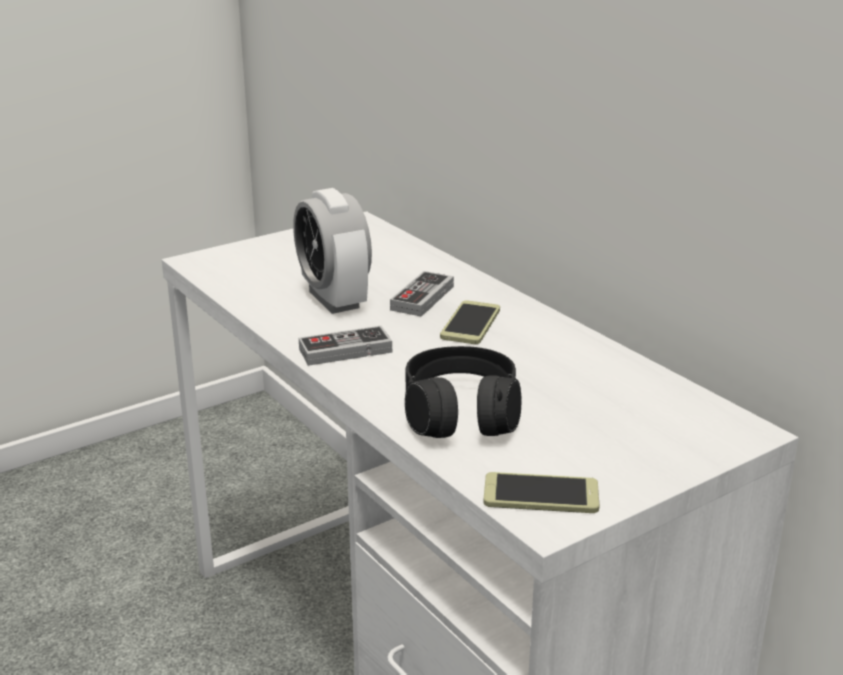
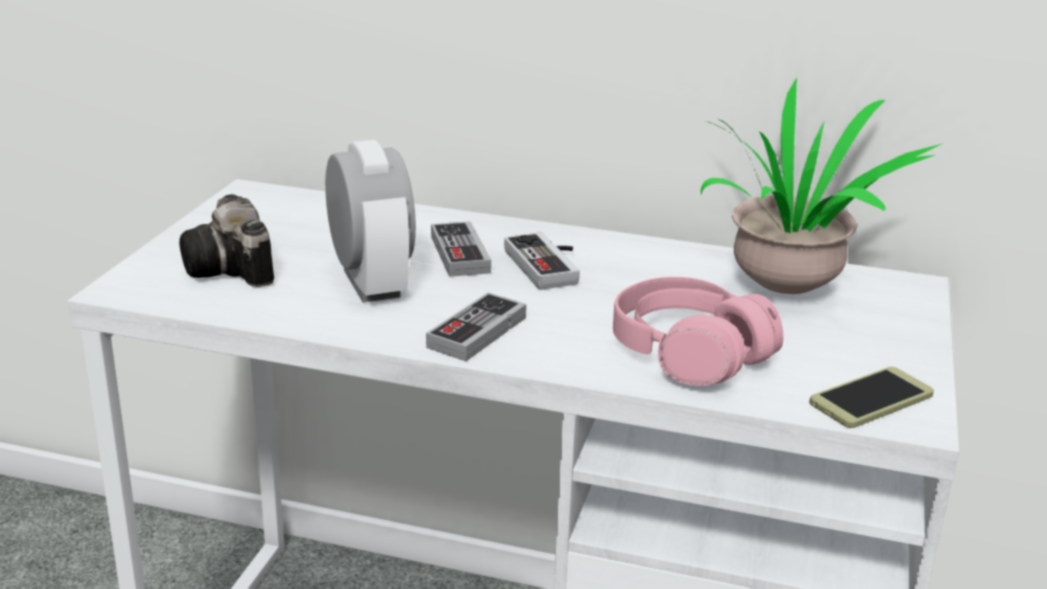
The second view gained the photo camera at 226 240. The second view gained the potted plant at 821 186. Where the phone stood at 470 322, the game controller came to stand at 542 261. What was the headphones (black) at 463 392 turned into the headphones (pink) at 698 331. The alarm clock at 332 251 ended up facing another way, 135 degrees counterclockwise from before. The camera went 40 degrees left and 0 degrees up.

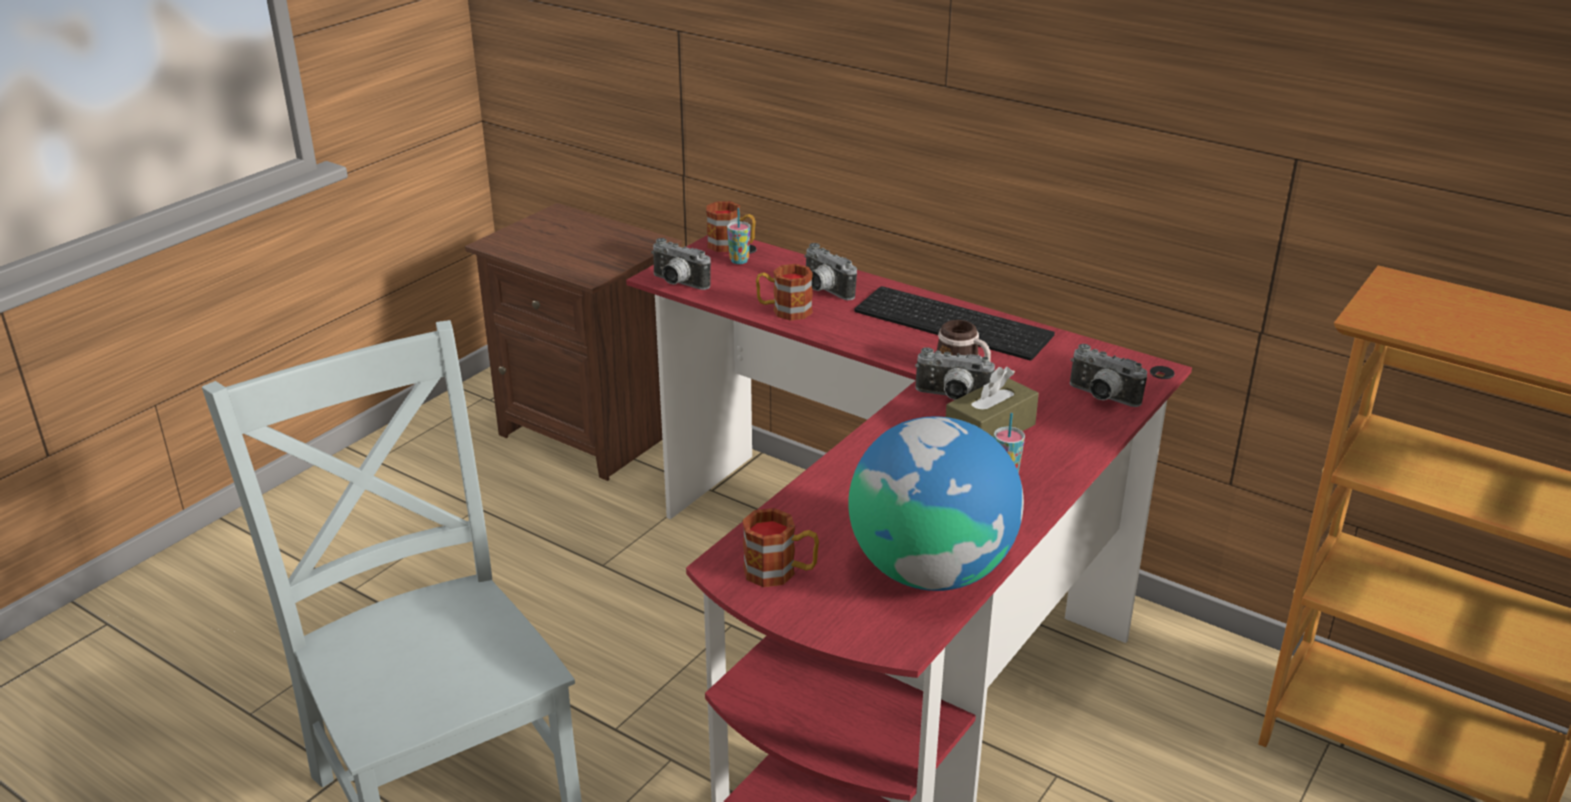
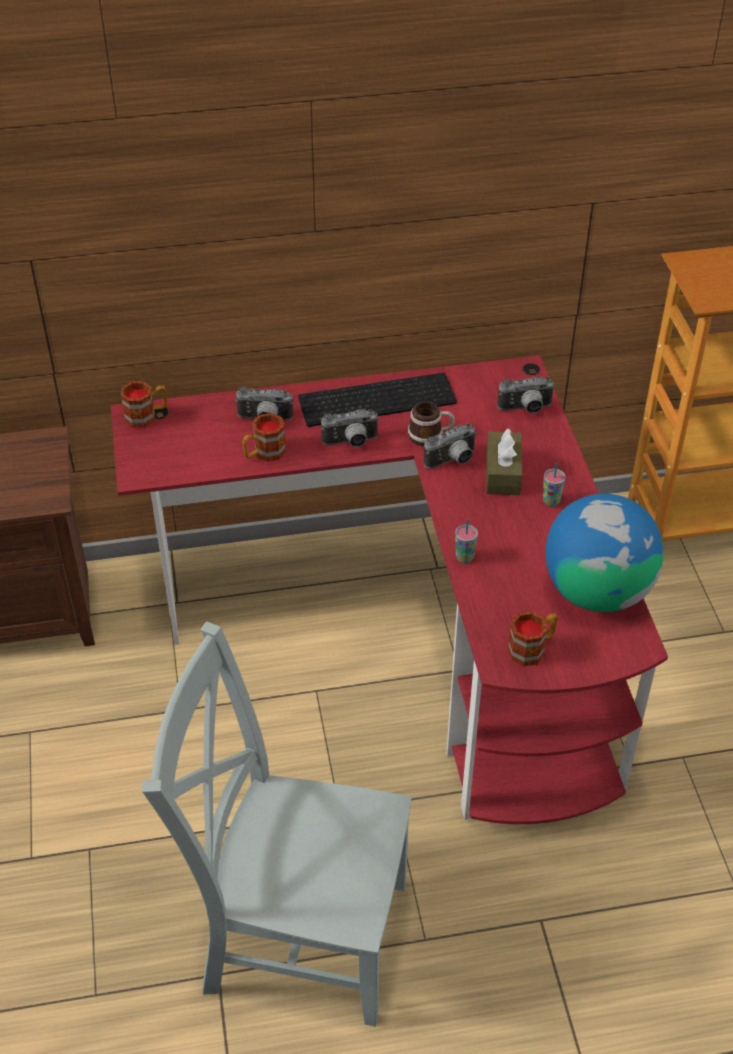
The photo camera ended up elsewhere, having gone from 681 264 to 350 428. The cup ended up elsewhere, having gone from 739 236 to 466 541. The camera went 45 degrees left and 15 degrees up.

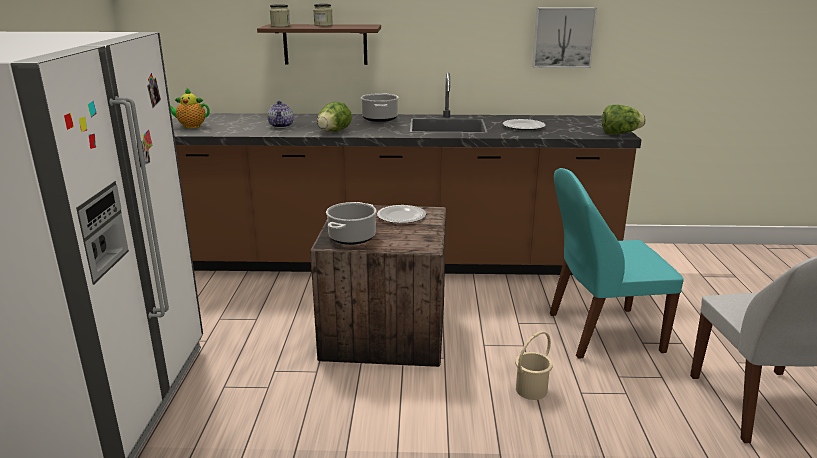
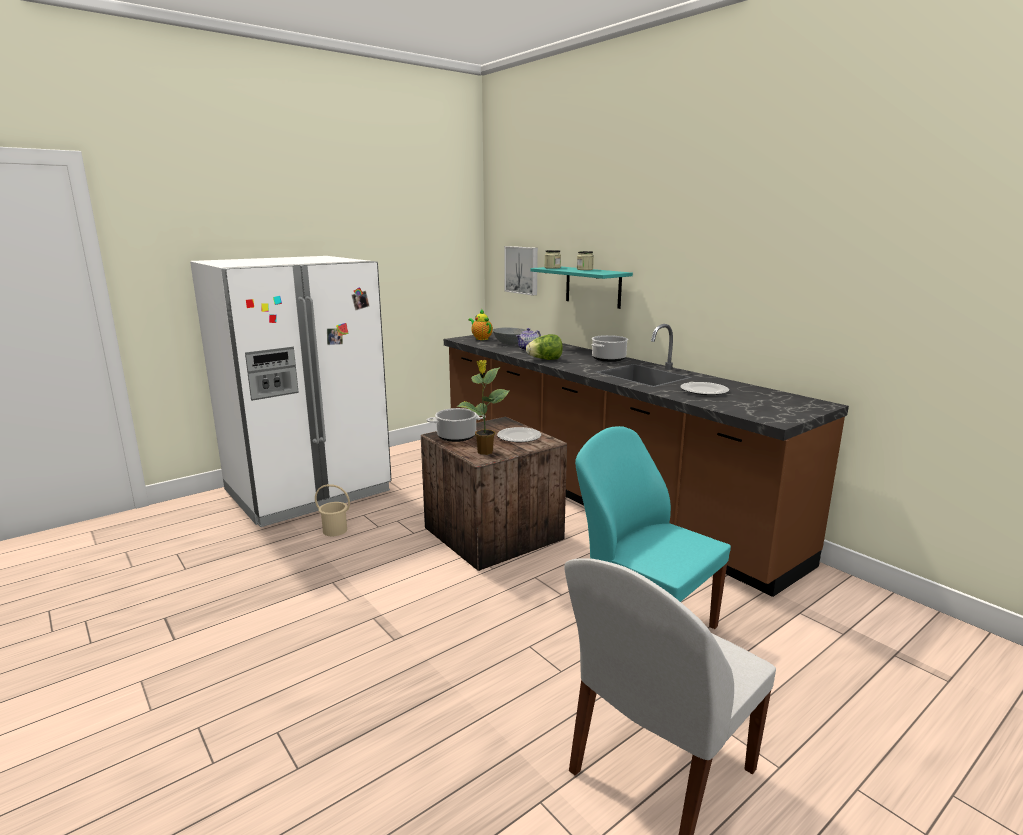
The second view lost the lettuce at 624 119. The second view gained the potted plant at 483 407. The second view gained the bowl (grey) at 510 335. The bucket (beige) ended up elsewhere, having gone from 534 365 to 332 510. The picture ended up elsewhere, having gone from 564 37 to 521 270. What was the shelf (brown) at 319 44 turned into the shelf (turquoise) at 581 288. The camera went 50 degrees right and 5 degrees down.

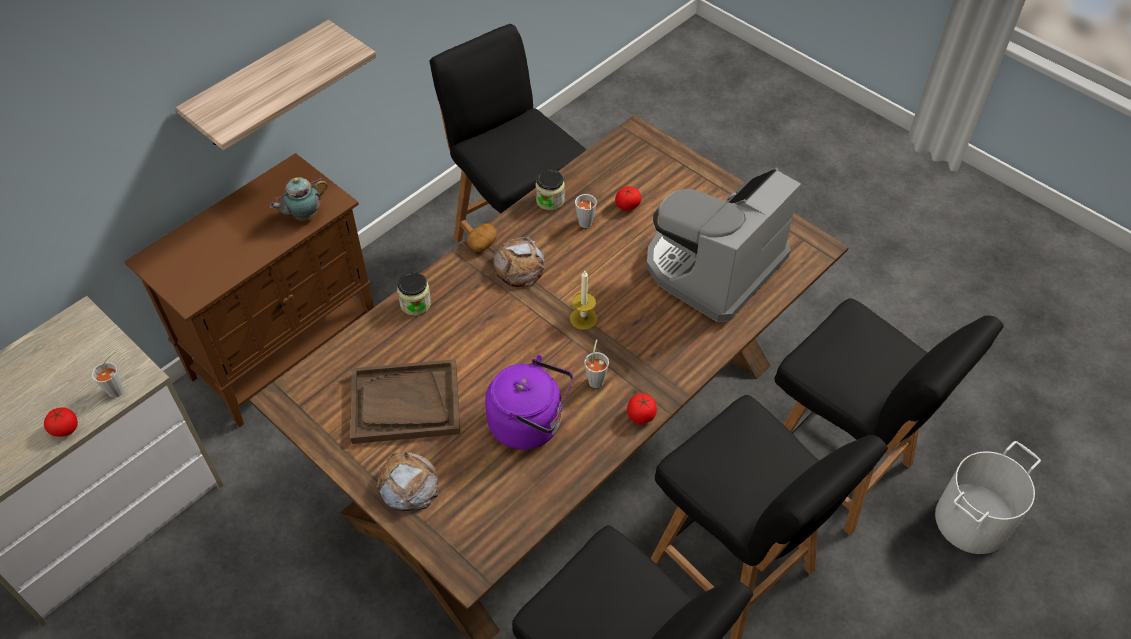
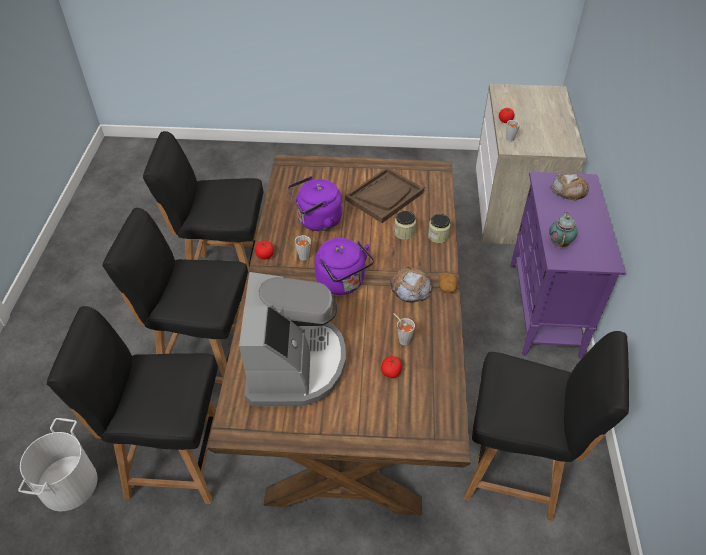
The second view lost the shelf at 276 85. The bread ended up elsewhere, having gone from 407 481 to 569 187. The jar ended up elsewhere, having gone from 550 190 to 405 225. Where the candle stood at 584 300, the kettle (purple) came to stand at 344 266. What was the cabinet (brown) at 249 290 turned into the cabinet (purple) at 568 265. The camera went 140 degrees right and 5 degrees down.

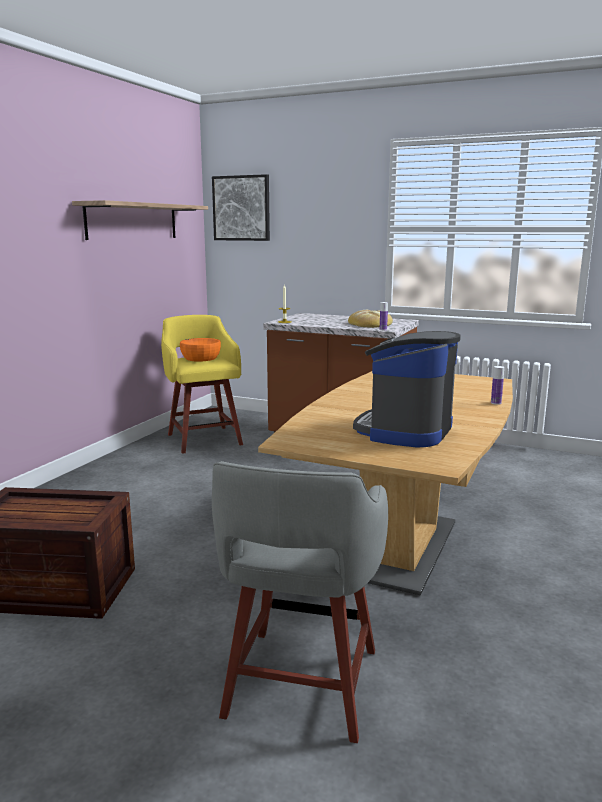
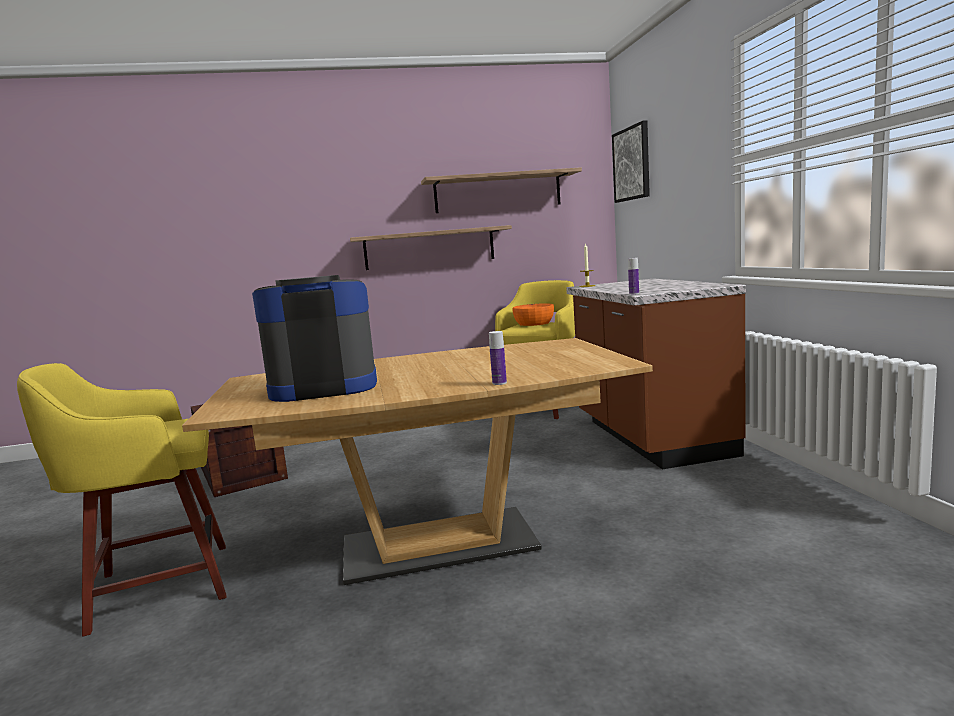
The second view lost the bread at 370 319. The second view gained the shelf at 431 247. What was the stool (grey) at 300 602 turned into the stool (yellow) at 121 500. The camera went 55 degrees right and 5 degrees down.

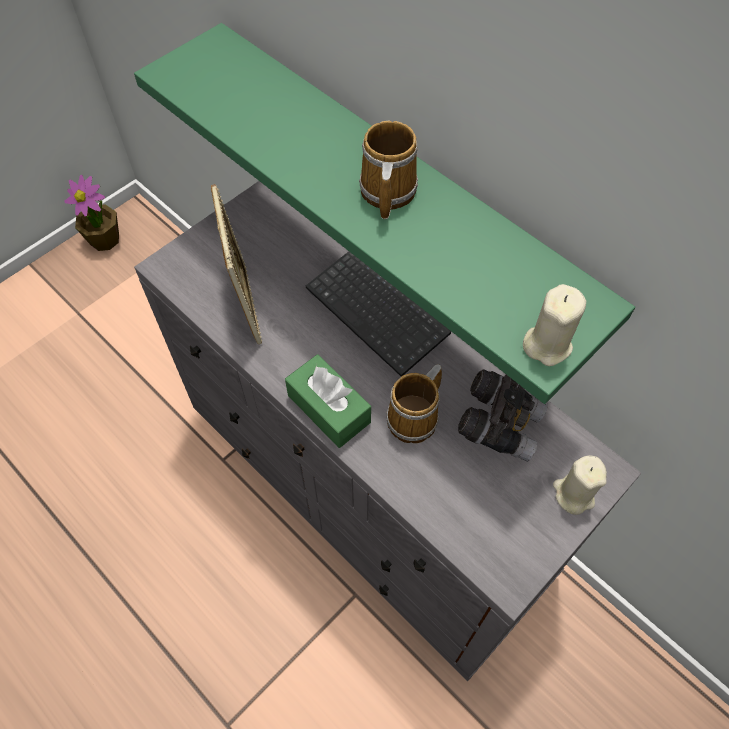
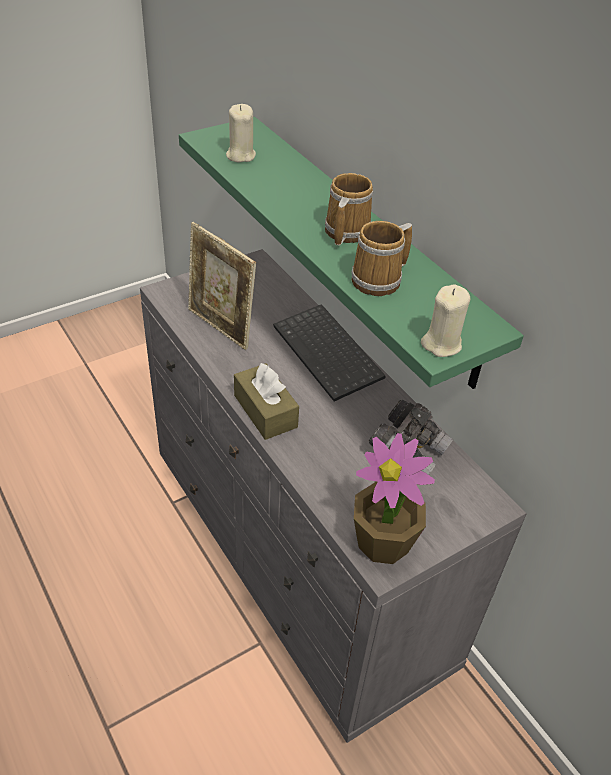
The potted plant ended up elsewhere, having gone from 92 213 to 394 498. The mug ended up elsewhere, having gone from 414 403 to 381 258. The candle (beige) ended up elsewhere, having gone from 580 485 to 241 133. What was the tissue box (green) at 328 401 turned into the tissue box (brown) at 266 401. The picture frame at 237 264 ended up facing another way, 135 degrees clockwise from before. The camera went 10 degrees right and 15 degrees down.

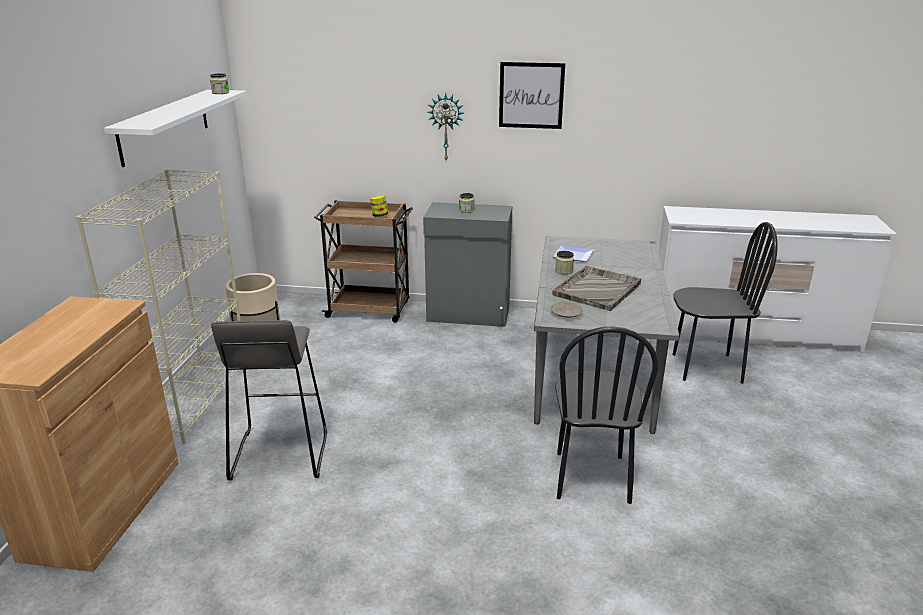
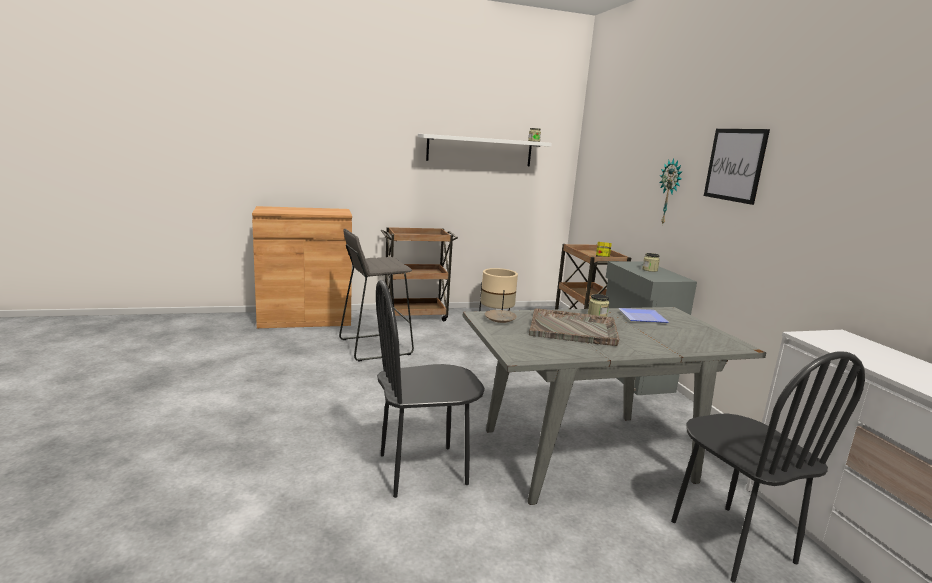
Where the bookcase (beige) stood at 158 306, the cart (brown) came to stand at 419 274. The camera went 65 degrees right and 10 degrees down.

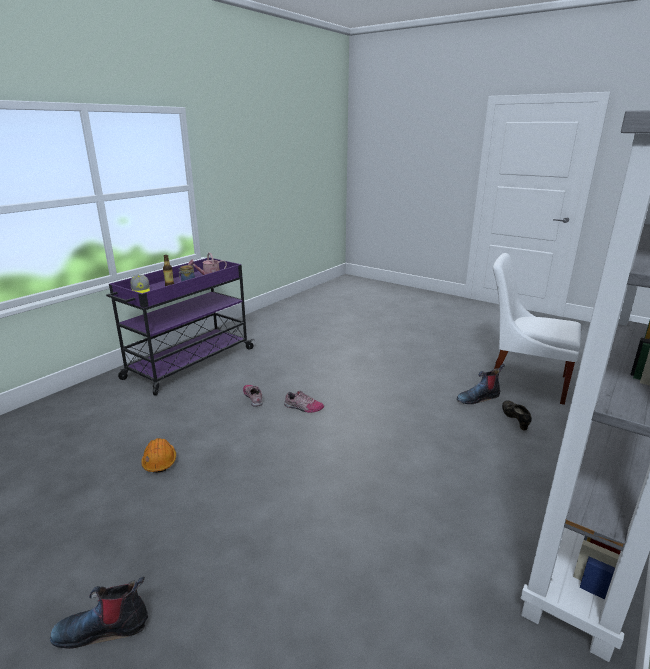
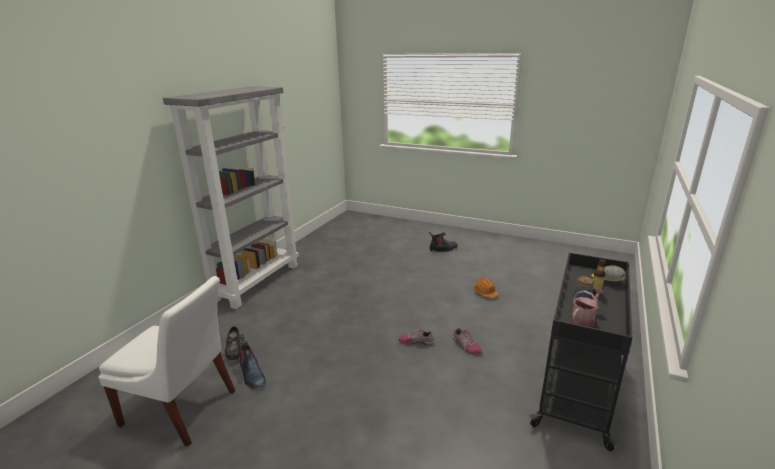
What was the cart (purple) at 180 326 turned into the cart (black) at 580 352. The boot at 481 384 ended up facing another way, 90 degrees clockwise from before. The camera went 170 degrees right and 0 degrees up.

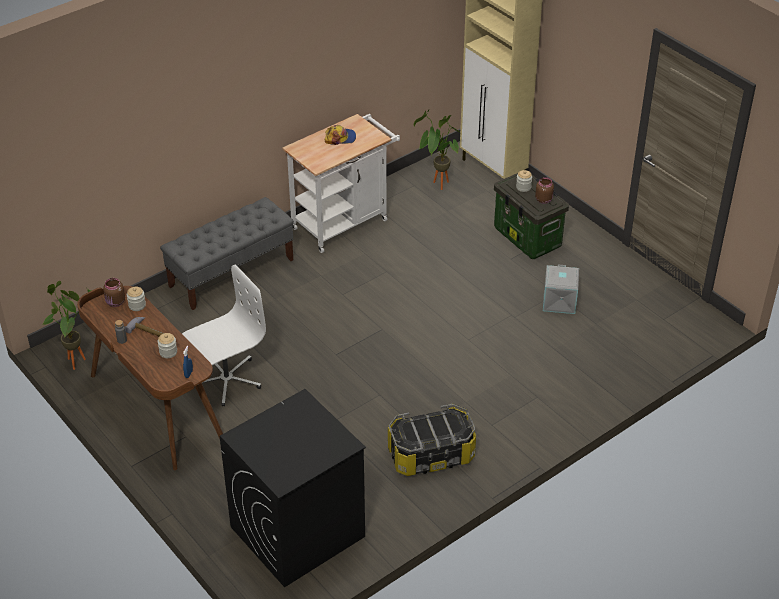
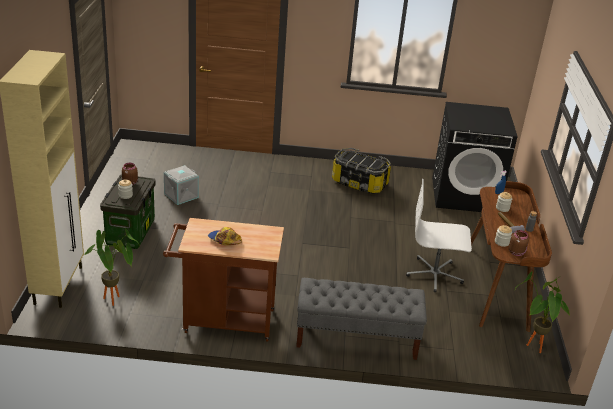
What was the cart (white) at 341 183 turned into the cart (brown) at 223 280. The camera went 140 degrees left and 10 degrees down.

